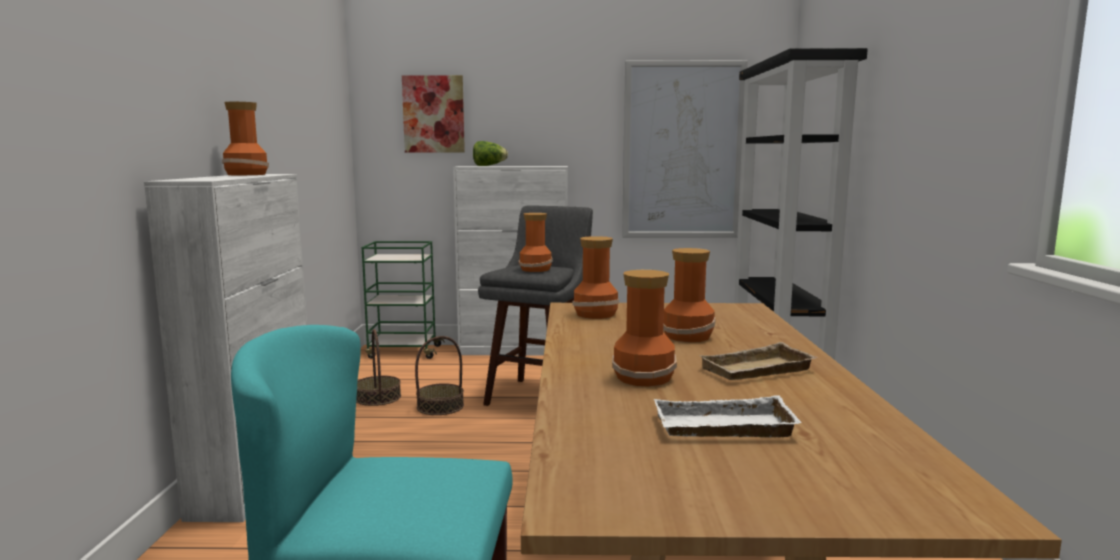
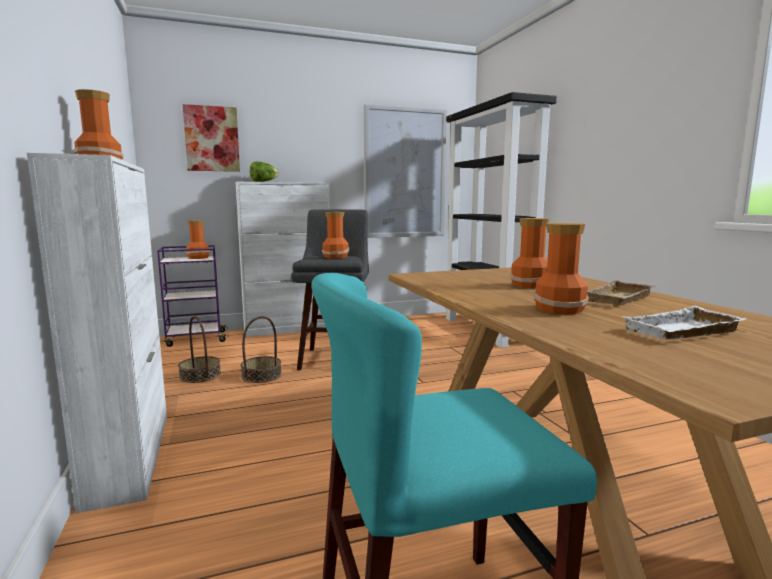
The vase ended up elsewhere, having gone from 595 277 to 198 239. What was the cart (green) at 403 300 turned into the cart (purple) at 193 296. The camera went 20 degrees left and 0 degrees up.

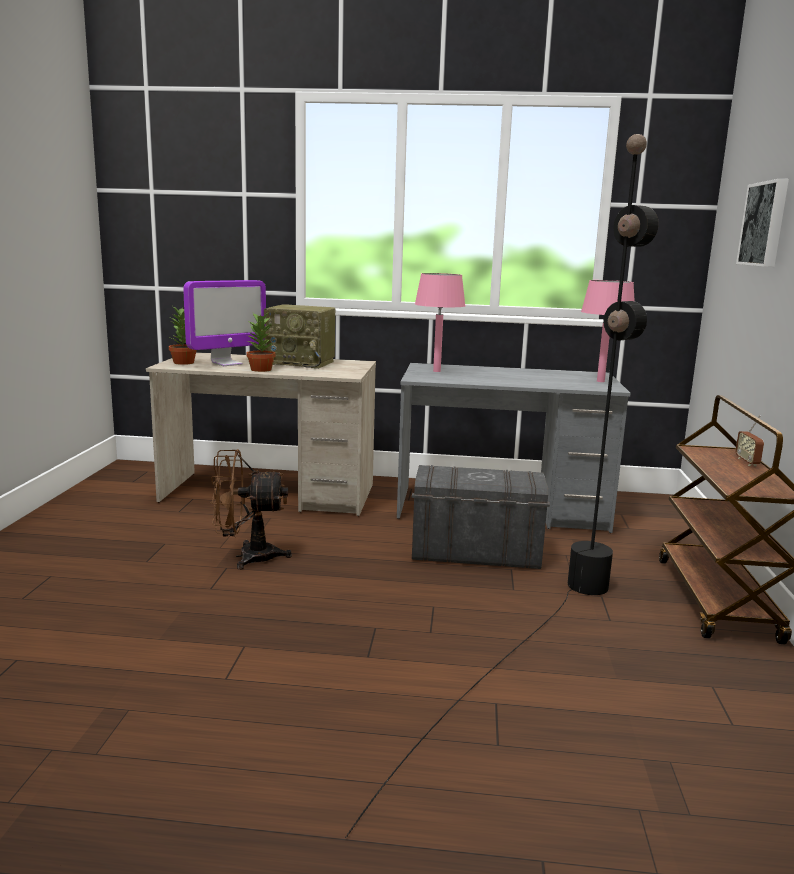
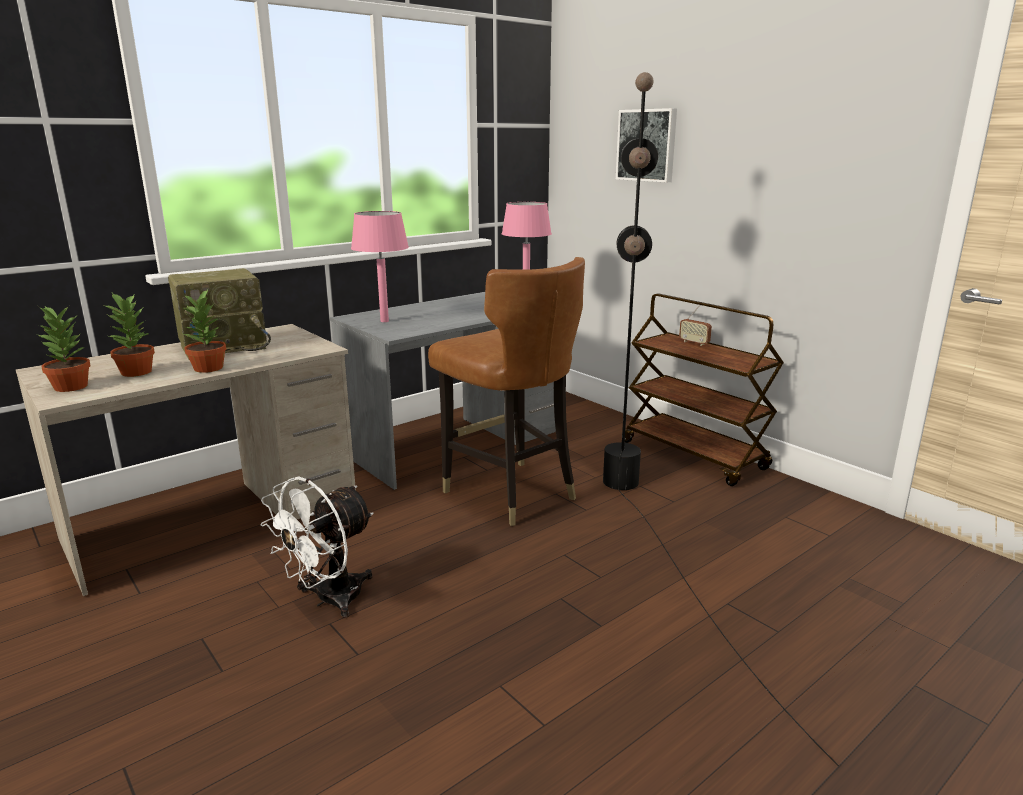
Where the monitor stood at 224 323, the potted plant came to stand at 129 335. Where the storage box (grey) stood at 481 517, the chair (brown) came to stand at 506 391. What was the fan (brown) at 251 509 turned into the fan (white) at 316 547. The camera went 45 degrees left and 5 degrees up.

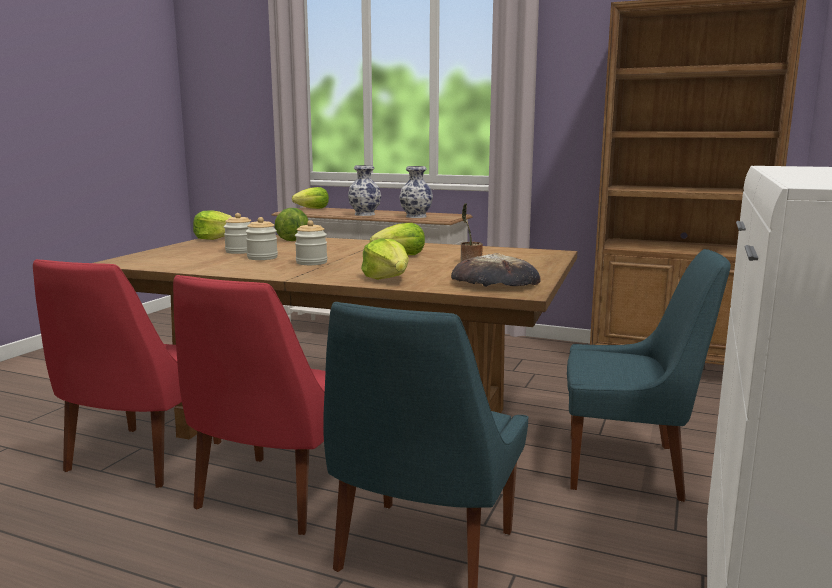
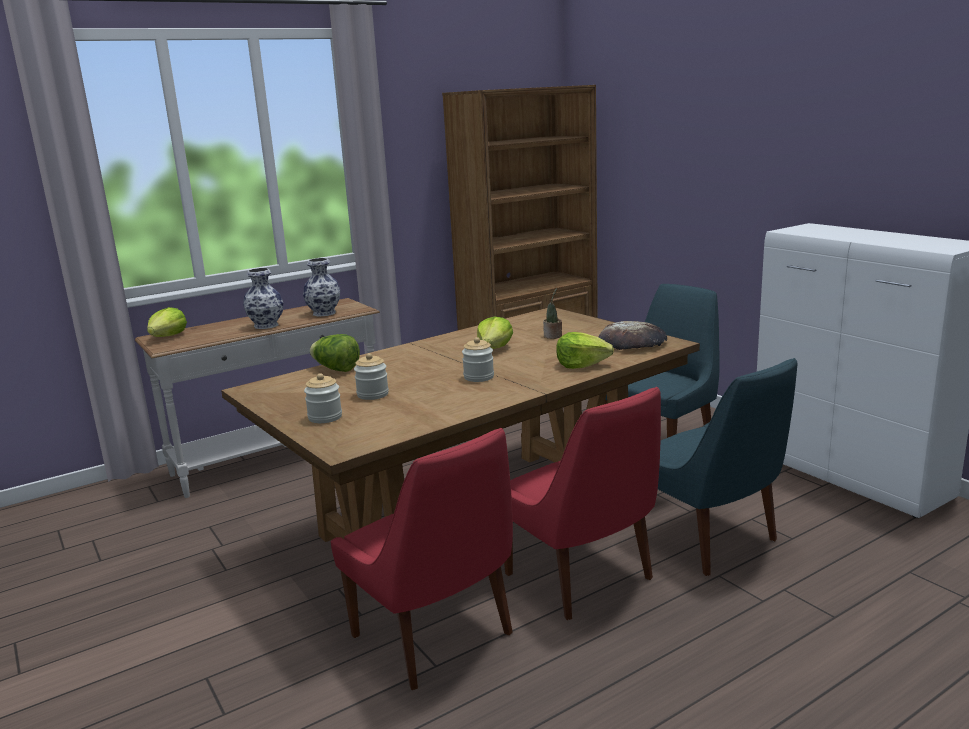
The second view lost the lettuce at 212 225. The jar ended up elsewhere, having gone from 262 238 to 323 398. The camera went 55 degrees left and 5 degrees up.

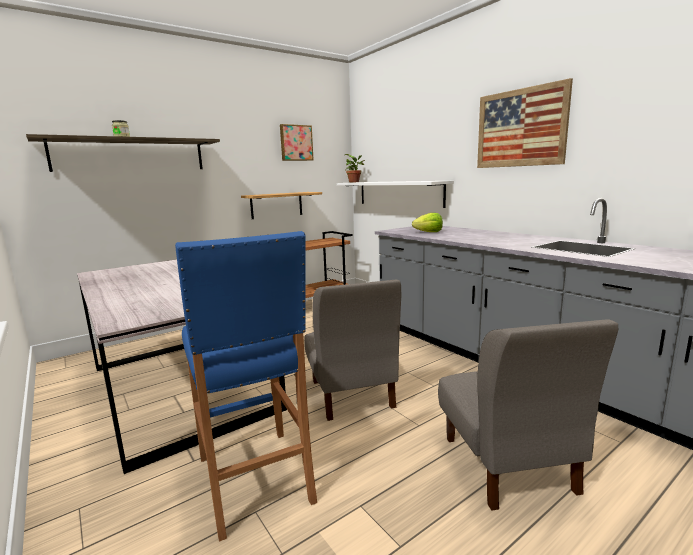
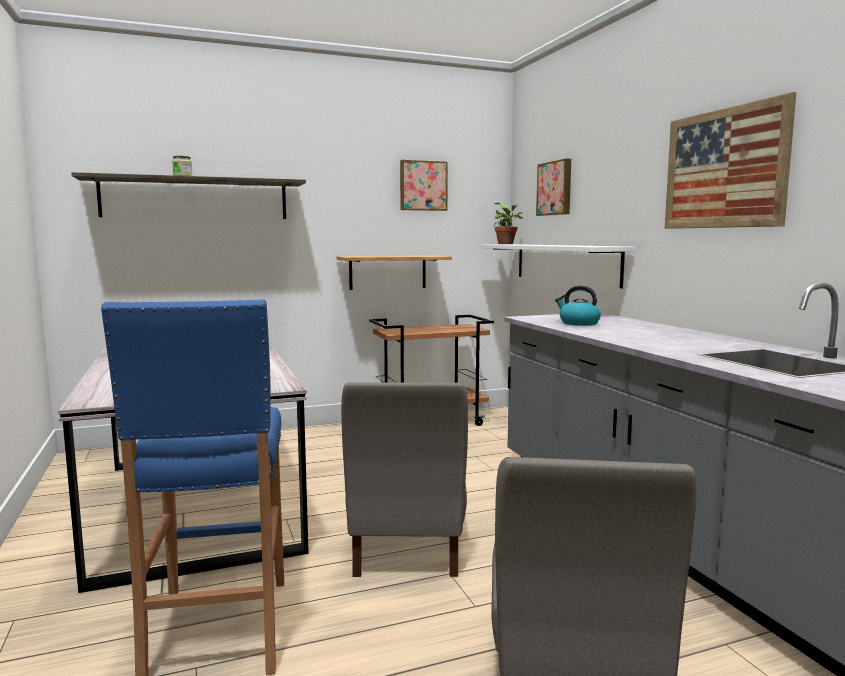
The second view gained the picture at 553 187. Where the lettuce stood at 427 222, the kettle came to stand at 578 305. The camera went 15 degrees right and 5 degrees down.

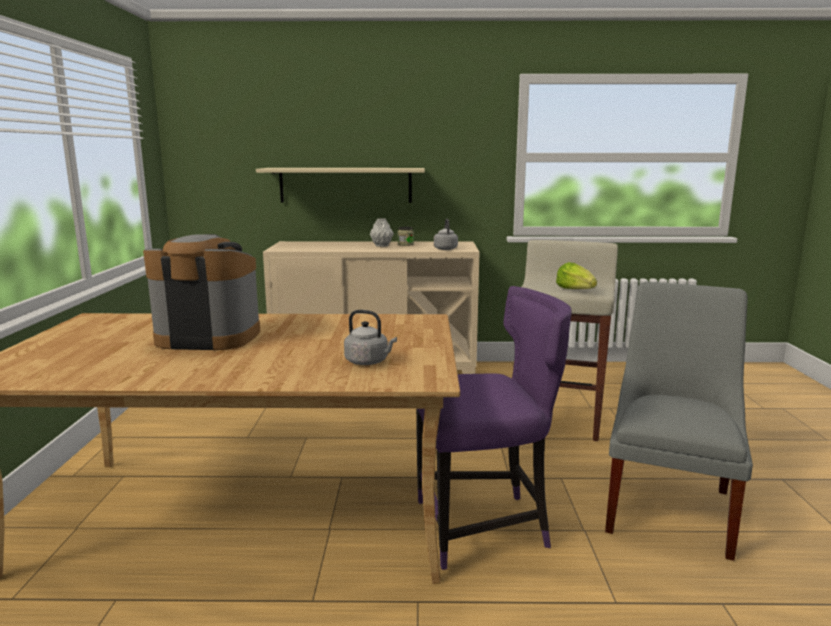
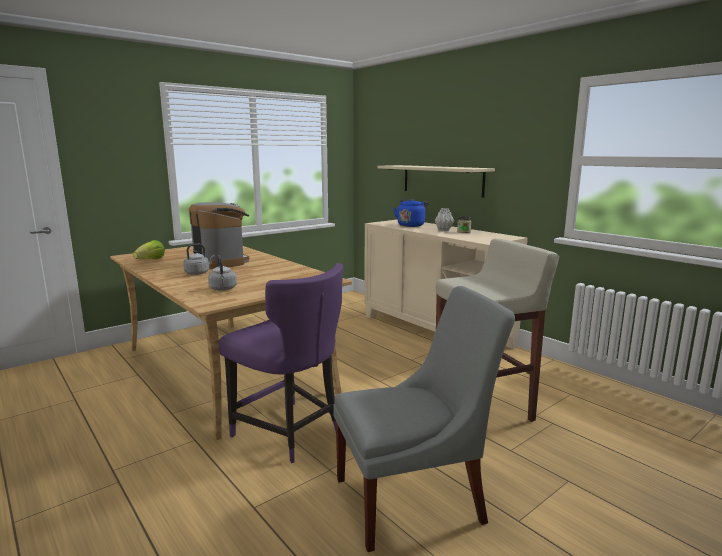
The second view gained the kettle (blue) at 411 213. The kettle (grey) ended up elsewhere, having gone from 446 234 to 199 259. The lettuce ended up elsewhere, having gone from 576 275 to 149 249. The camera went 50 degrees right and 0 degrees up.

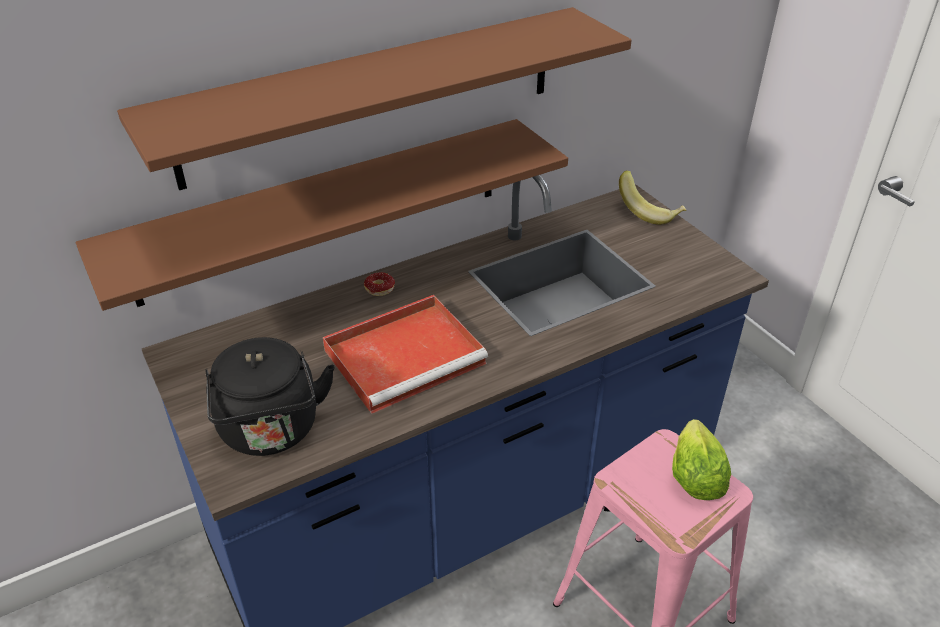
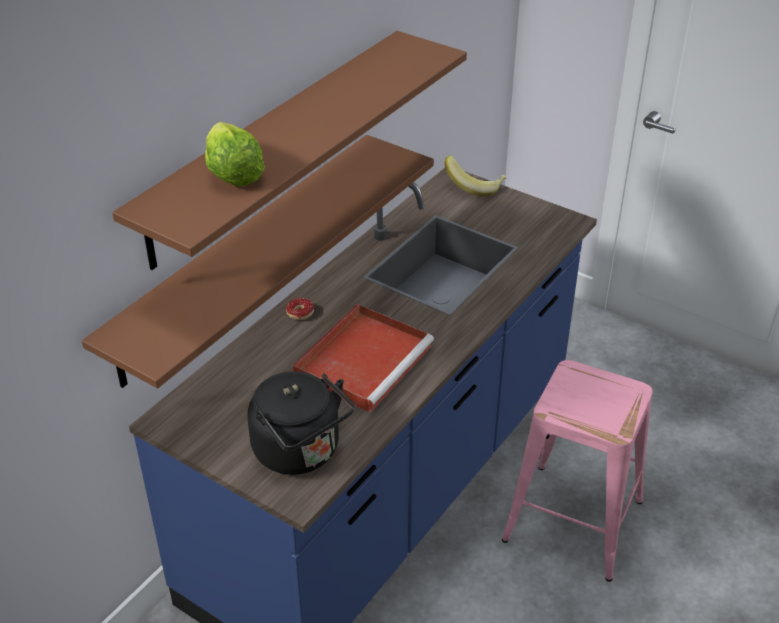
The lettuce ended up elsewhere, having gone from 701 459 to 235 154. The camera went 25 degrees left and 0 degrees up.

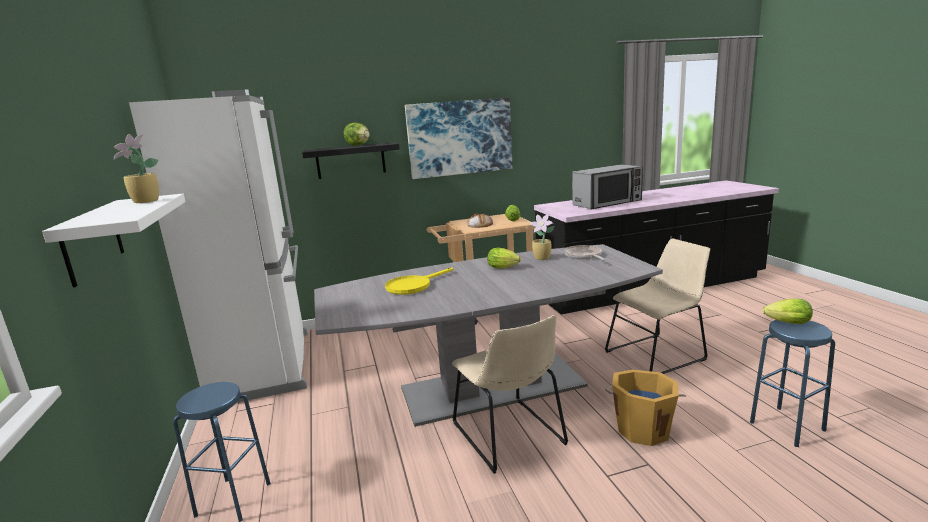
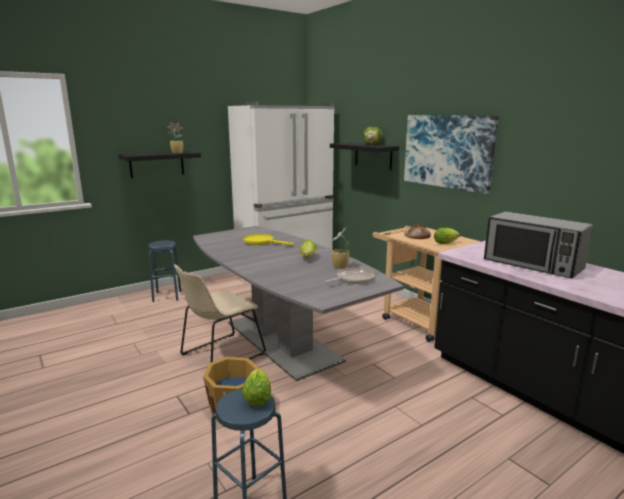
The second view lost the chair (beige) at 657 306. What was the shelf (white) at 113 241 turned into the shelf (black) at 160 164. The camera went 70 degrees right and 0 degrees up.

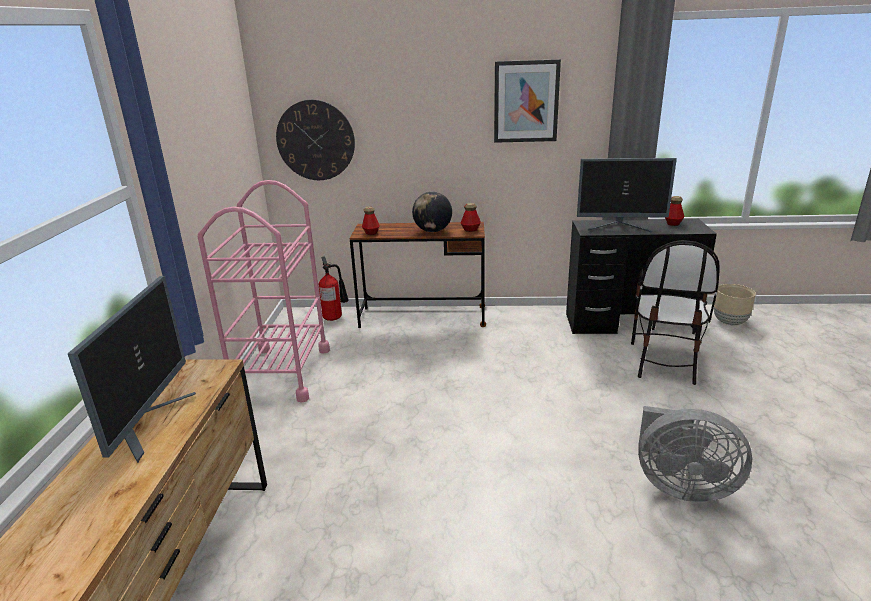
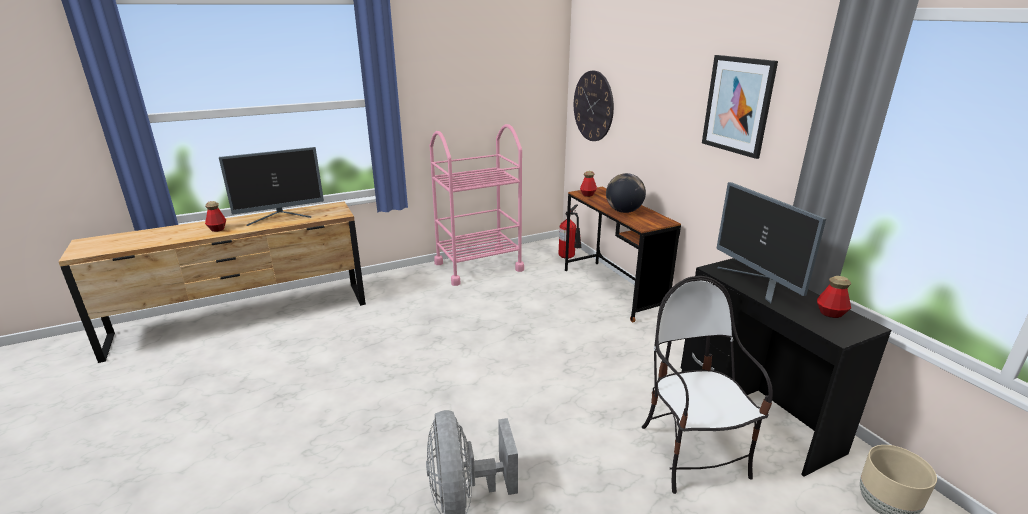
The bottle ended up elsewhere, having gone from 471 217 to 215 216. The chair at 675 312 ended up facing another way, 90 degrees clockwise from before. The camera went 60 degrees right and 0 degrees up.

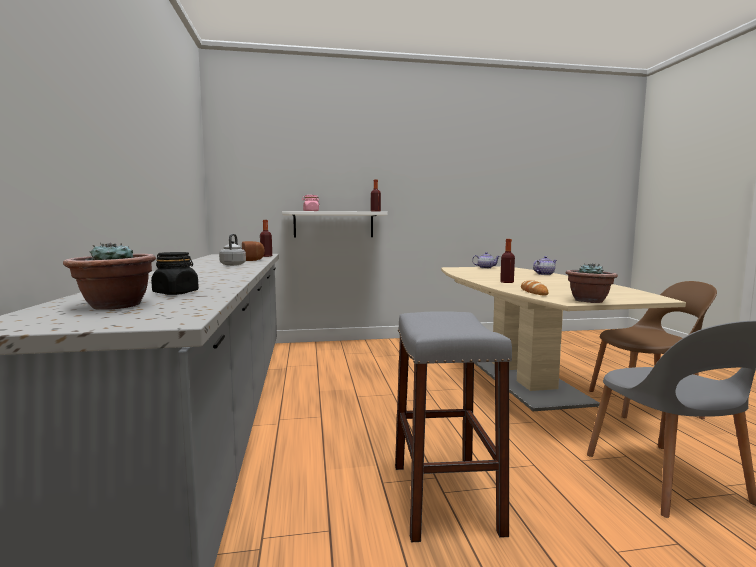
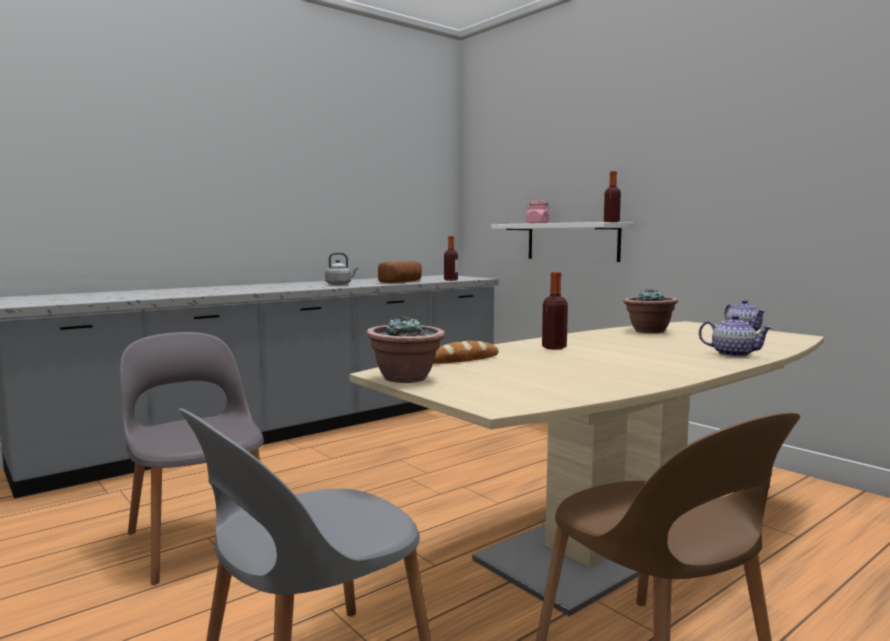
The second view lost the jar (black) at 175 273. The potted plant ended up elsewhere, having gone from 109 276 to 650 311. Where the stool (grey) stood at 453 426, the chair (grey) came to stand at 192 458. The camera went 60 degrees right and 0 degrees up.

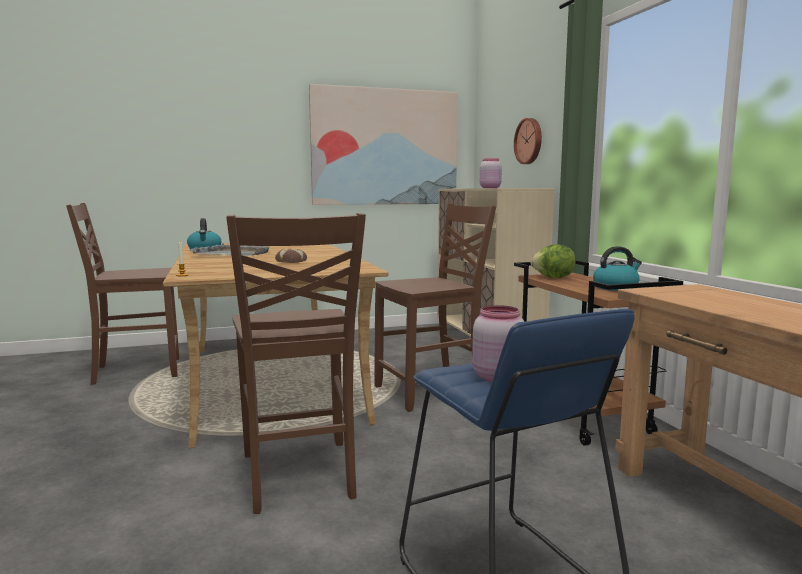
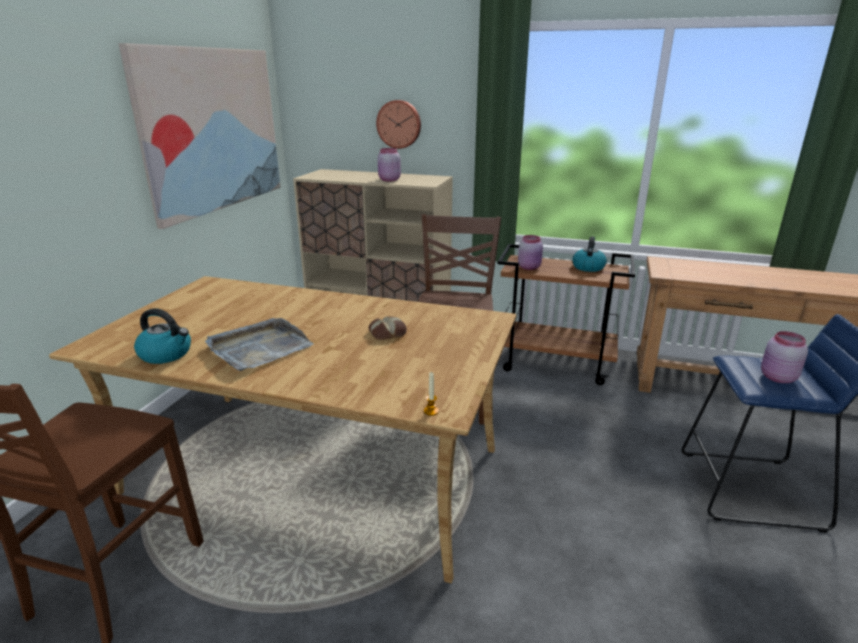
The second view lost the chair (brown) at 296 363. Where the lettuce stood at 553 261, the jar (pink) came to stand at 530 252. The camera went 55 degrees left and 15 degrees up.

